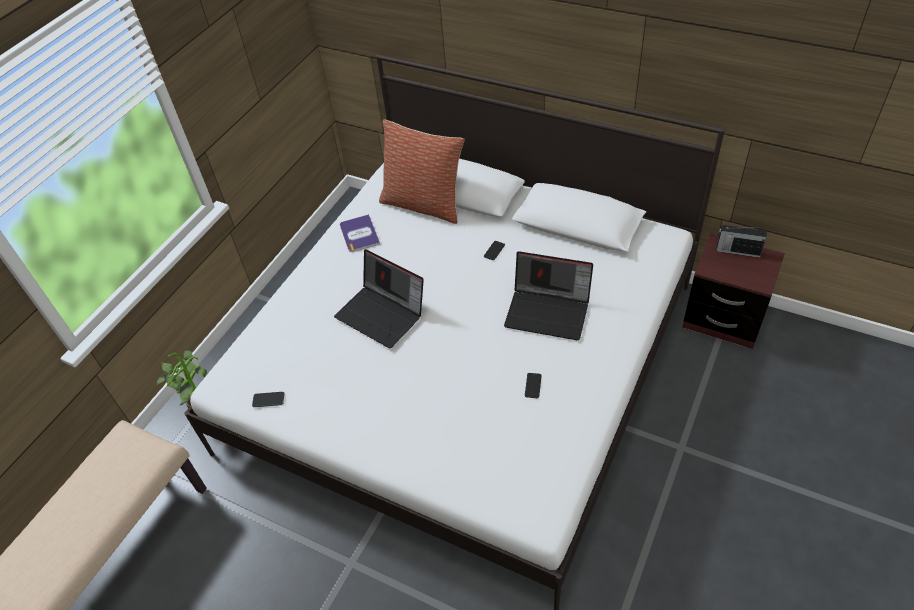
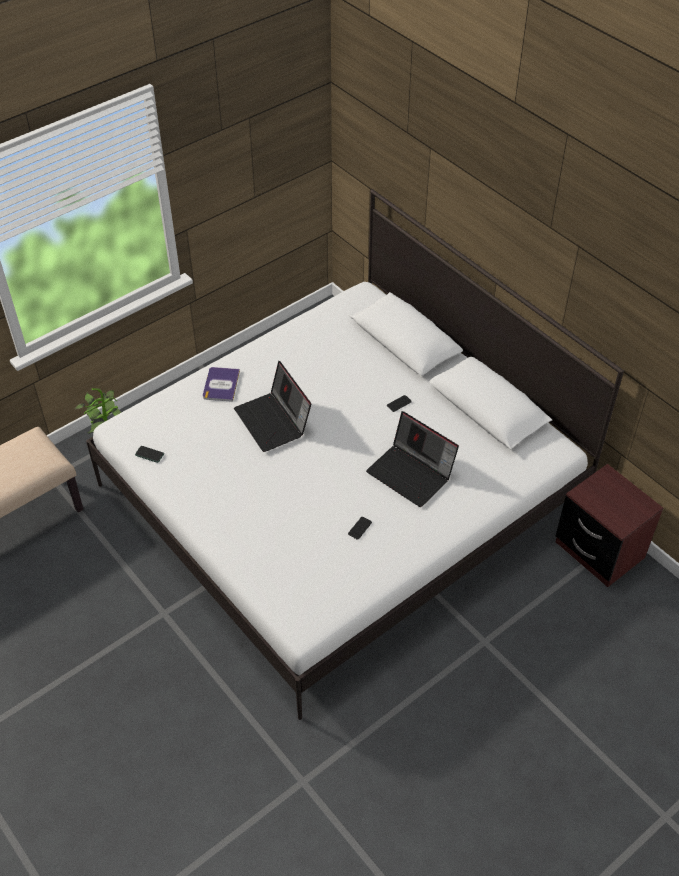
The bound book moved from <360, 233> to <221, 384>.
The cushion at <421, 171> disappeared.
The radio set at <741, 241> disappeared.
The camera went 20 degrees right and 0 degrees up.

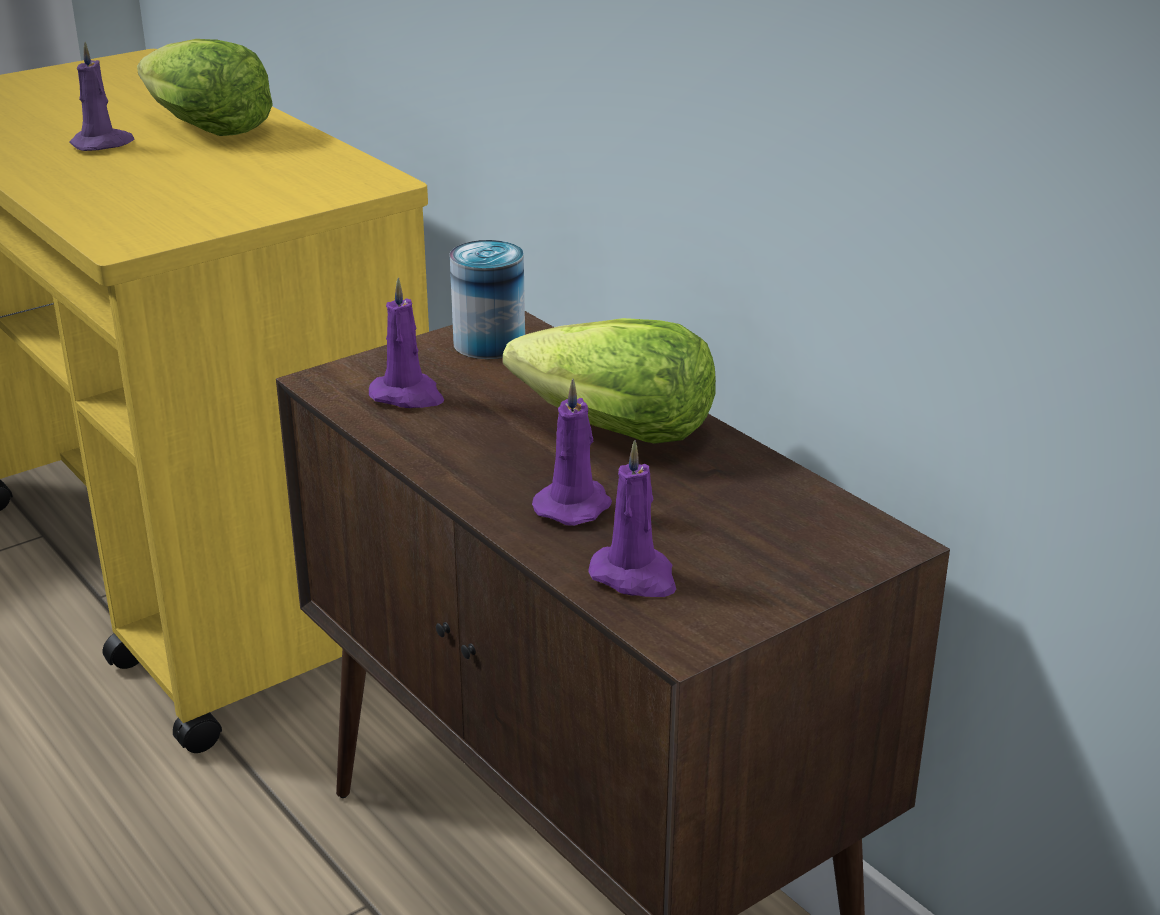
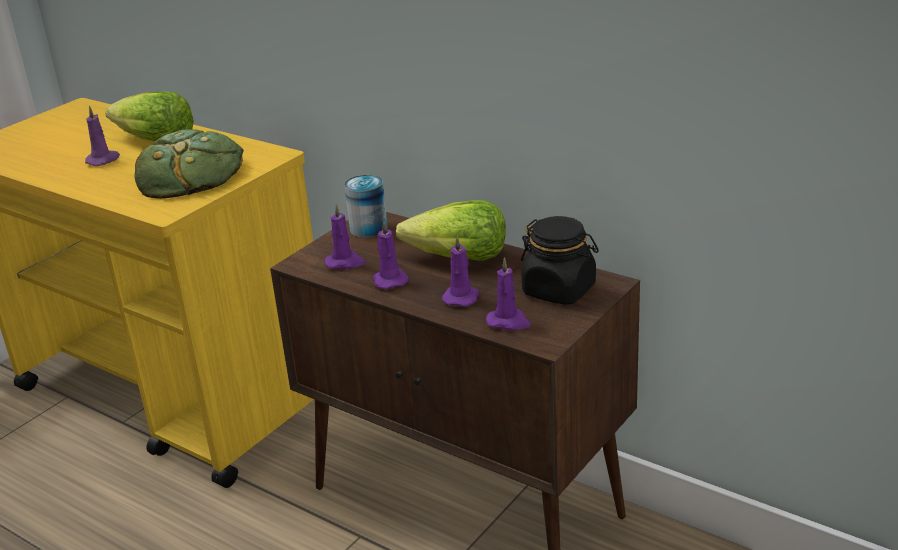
The bakery bread at <189, 164> appeared.
The purplish wax light at <391, 254> appeared.
The black-coloured jar at <560, 260> appeared.
The camera went 15 degrees left and 0 degrees up.

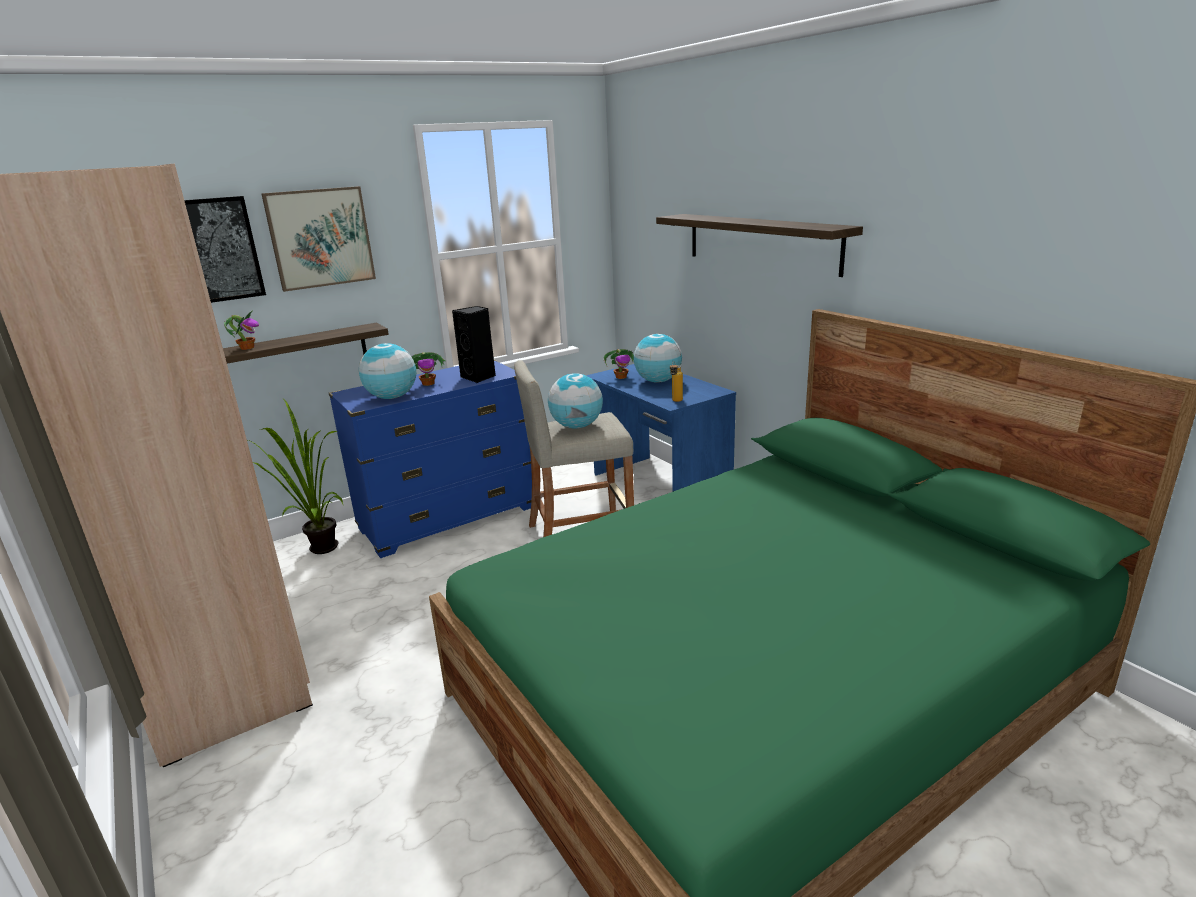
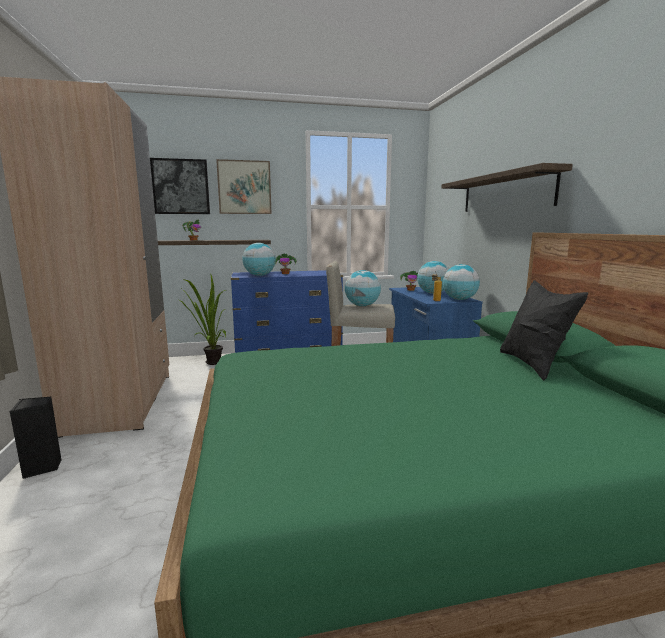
The black-coloured speaker moved from <474, 344> to <36, 438>.
The globe at <461, 282> appeared.
The black-coloured cushion at <544, 330> appeared.
The camera went 20 degrees right and 10 degrees down.

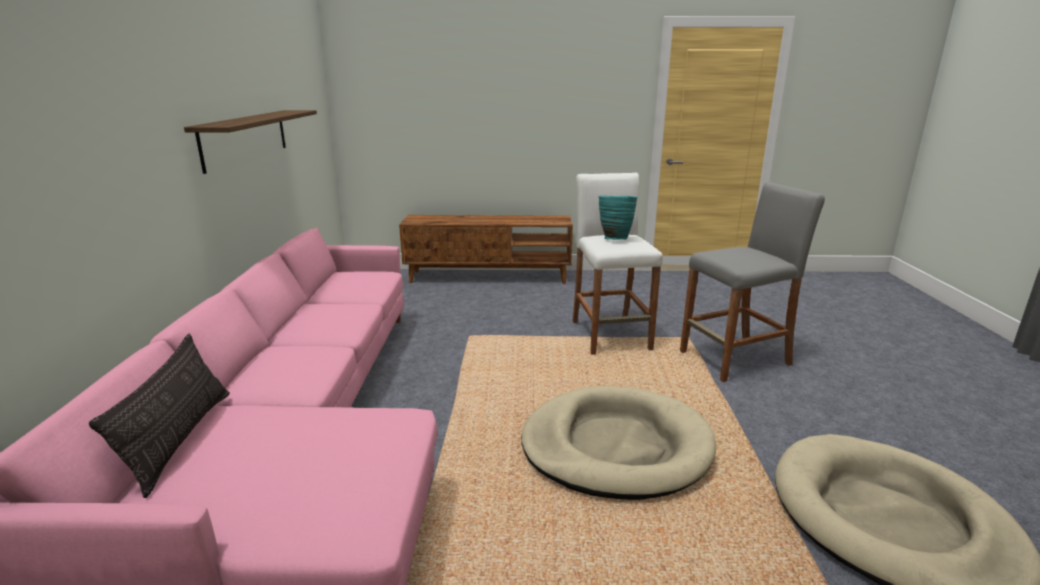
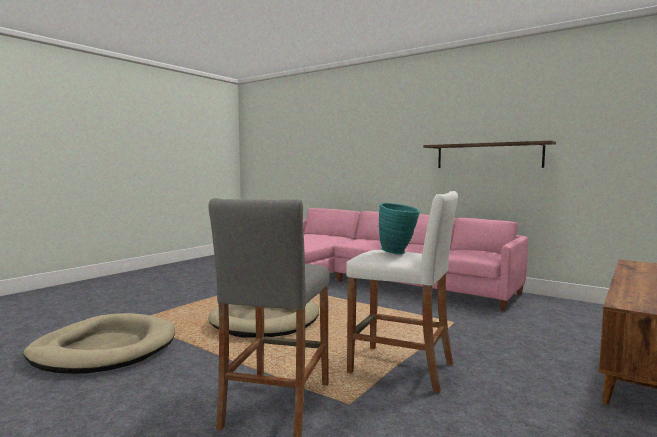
The cushion at <159, 416> disappeared.
The camera went 125 degrees right and 15 degrees down.

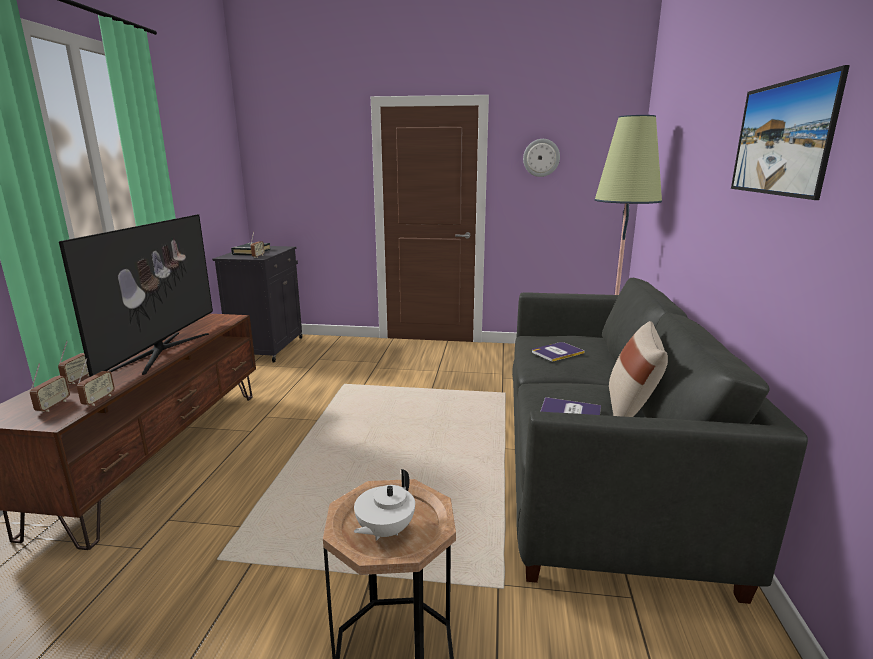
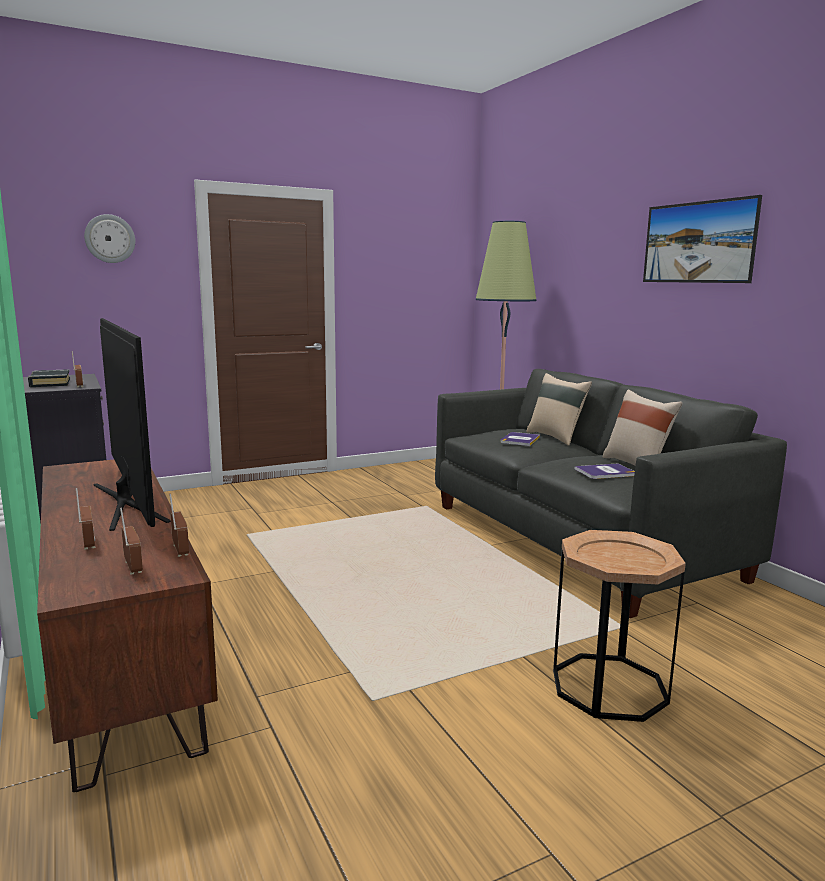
The hanging clock moved from <541, 158> to <109, 238>.
The beige-coloured cushion at <559, 409> appeared.
The white-coloured tea pot at <384, 504> disappeared.
The camera went 35 degrees left and 5 degrees down.

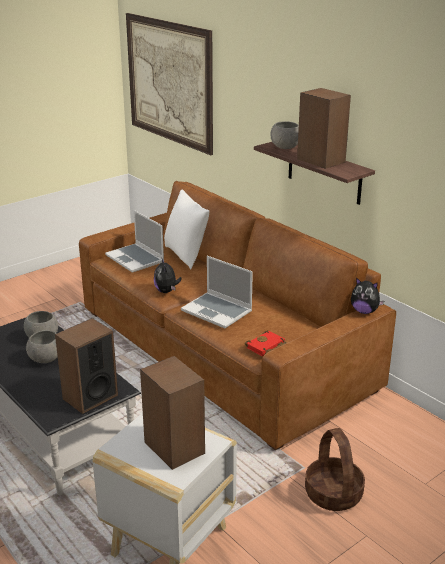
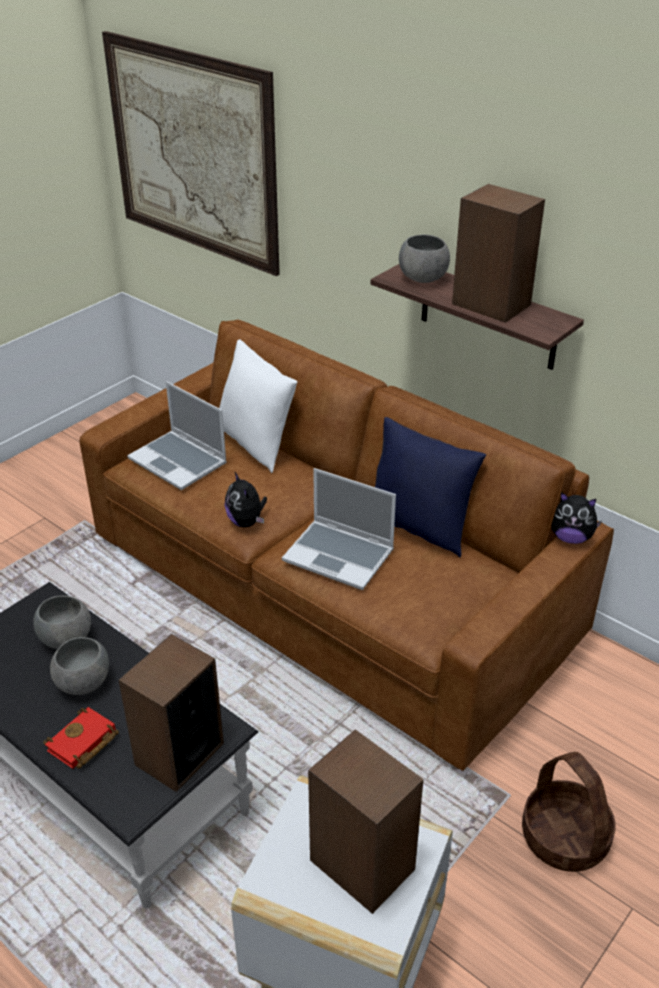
The red bound book moved from <266, 343> to <81, 738>.
The blue cushion at <430, 487> appeared.
The camera went 10 degrees left and 10 degrees up.

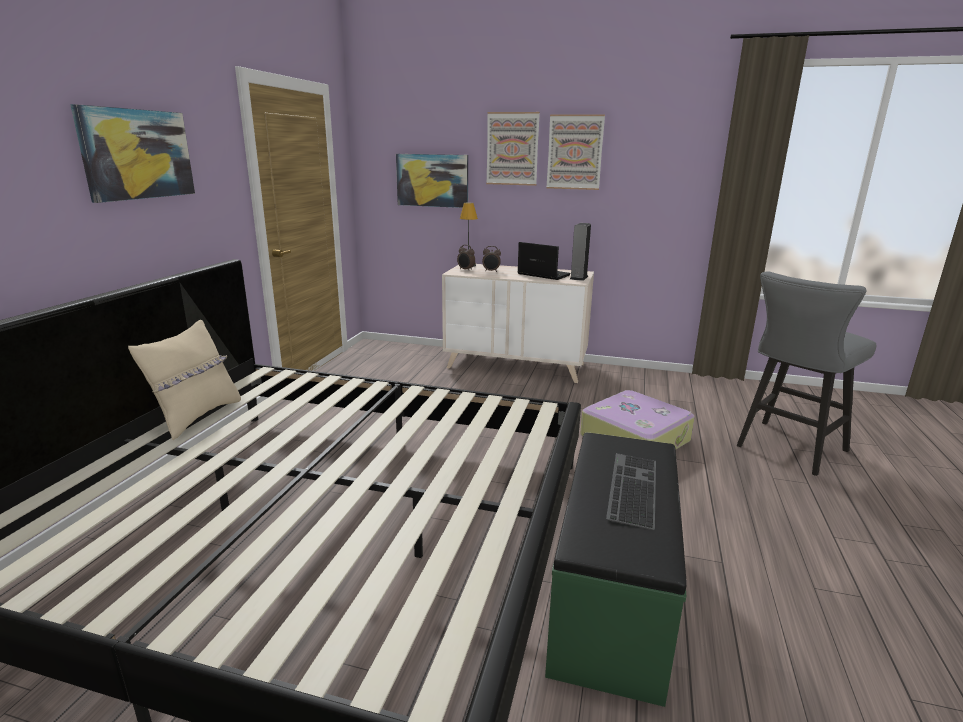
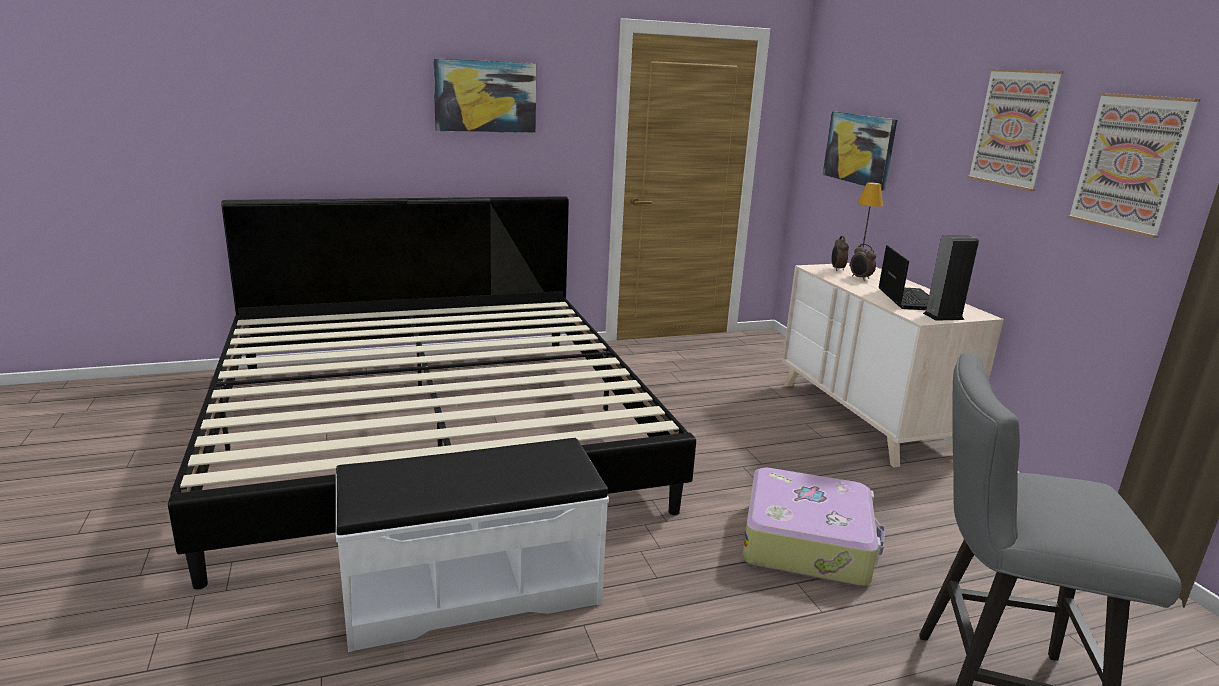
The green-coloured indoor bench at <616, 570> became the white-coloured indoor bench at <472, 545>.
The picture moved from <513, 149> to <1134, 165>.
The beige-coloured cushion at <184, 380> disappeared.
The PC keyboard at <631, 491> disappeared.
The camera went 55 degrees right and 0 degrees up.

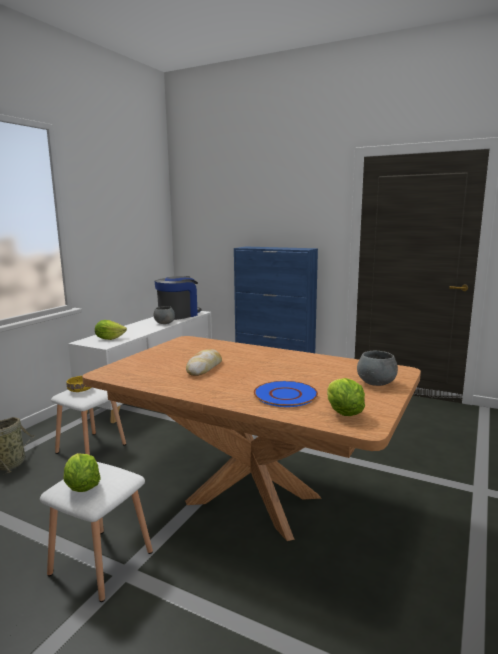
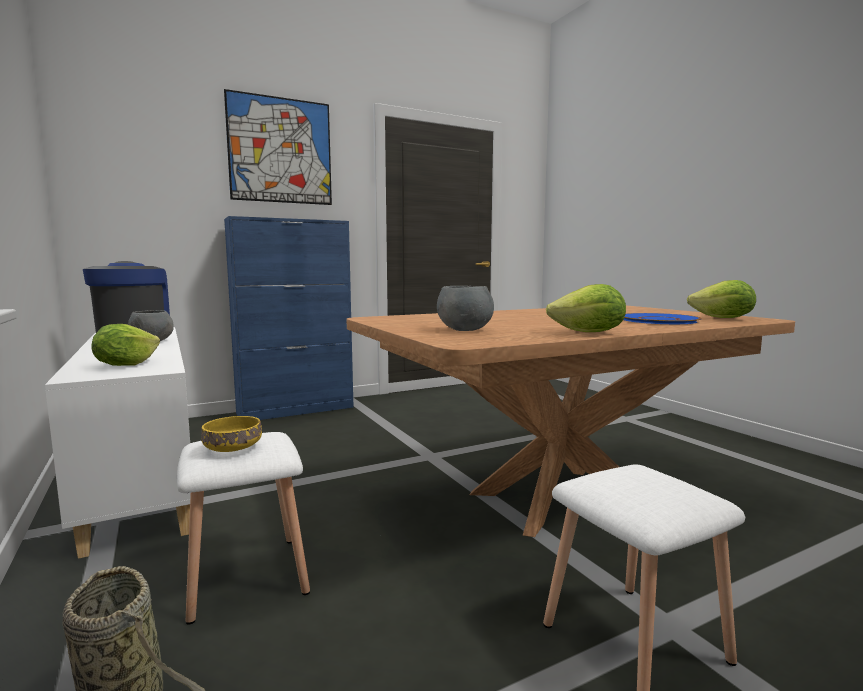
The picture at <278, 147> appeared.
The greyish bowl moved from <377, 368> to <465, 308>.
The head of lettuce moved from <82, 472> to <586, 308>.
The bakery bread at <204, 362> disappeared.
The camera went 55 degrees left and 5 degrees down.

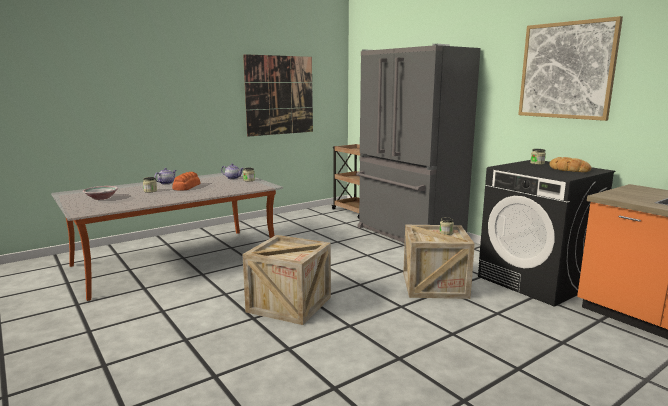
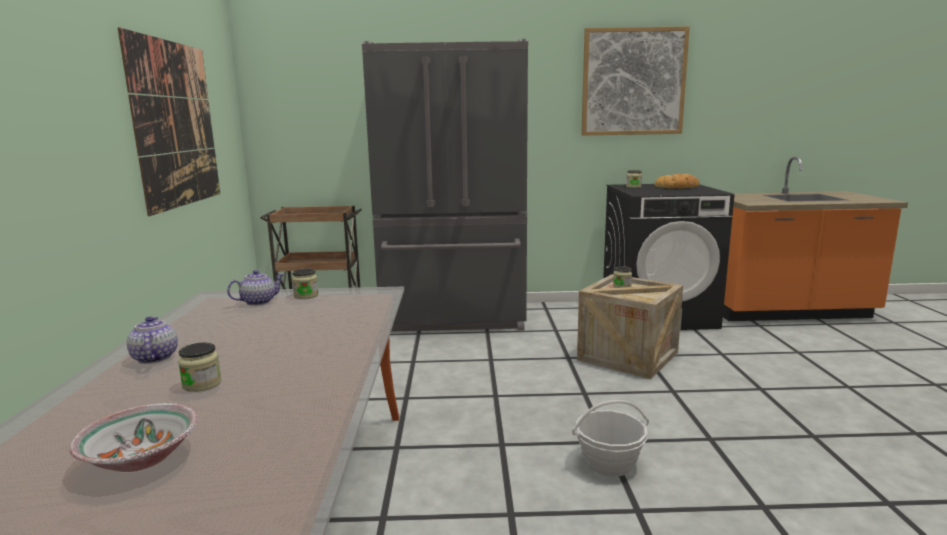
The crate at <286, 280> was replaced by the household basket at <610, 438>.
The bakery bread at <186, 181> disappeared.
The camera went 55 degrees left and 0 degrees up.

